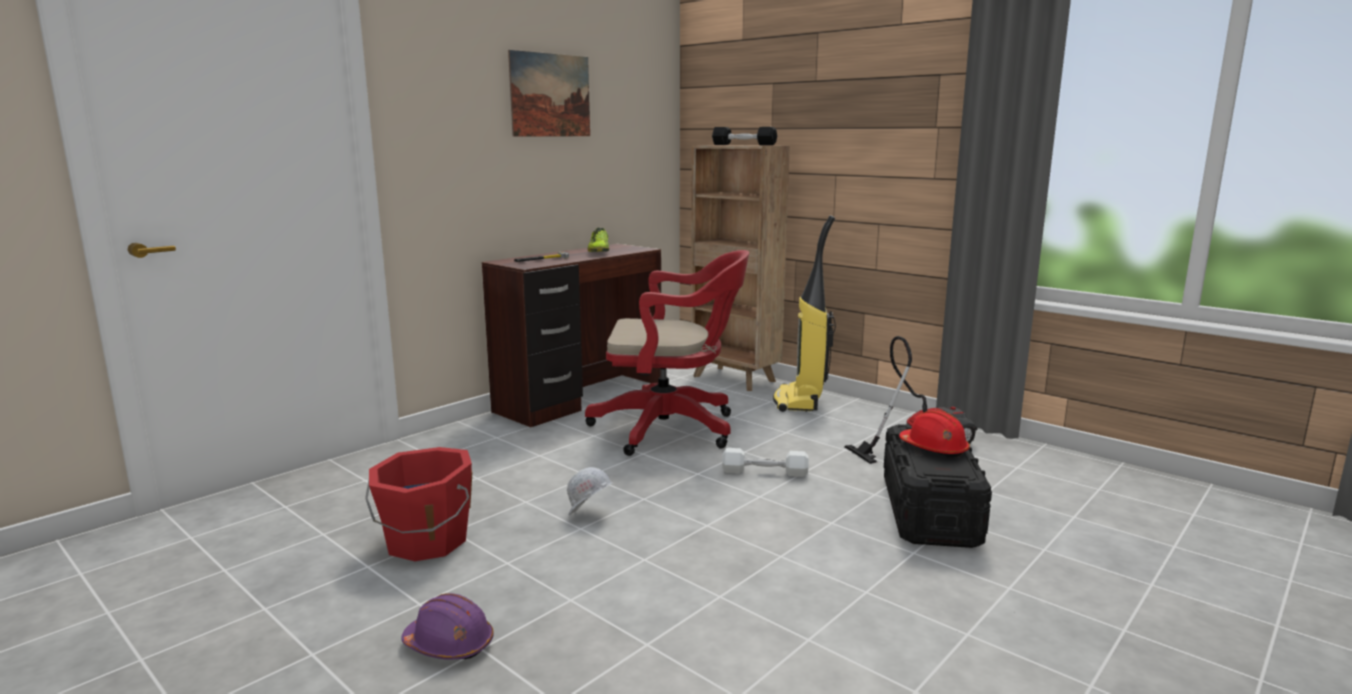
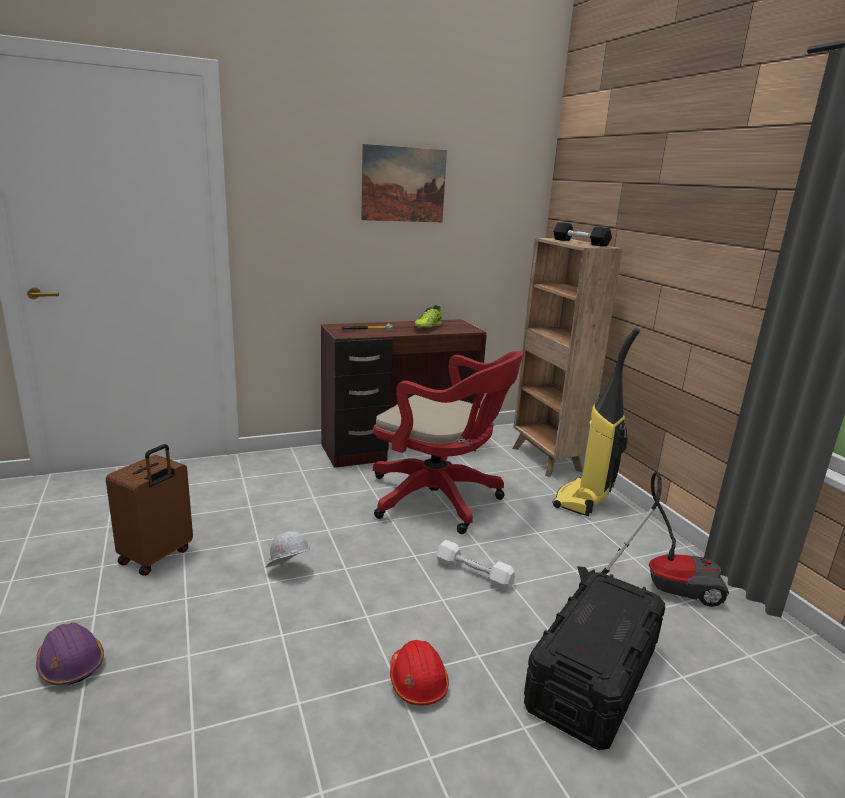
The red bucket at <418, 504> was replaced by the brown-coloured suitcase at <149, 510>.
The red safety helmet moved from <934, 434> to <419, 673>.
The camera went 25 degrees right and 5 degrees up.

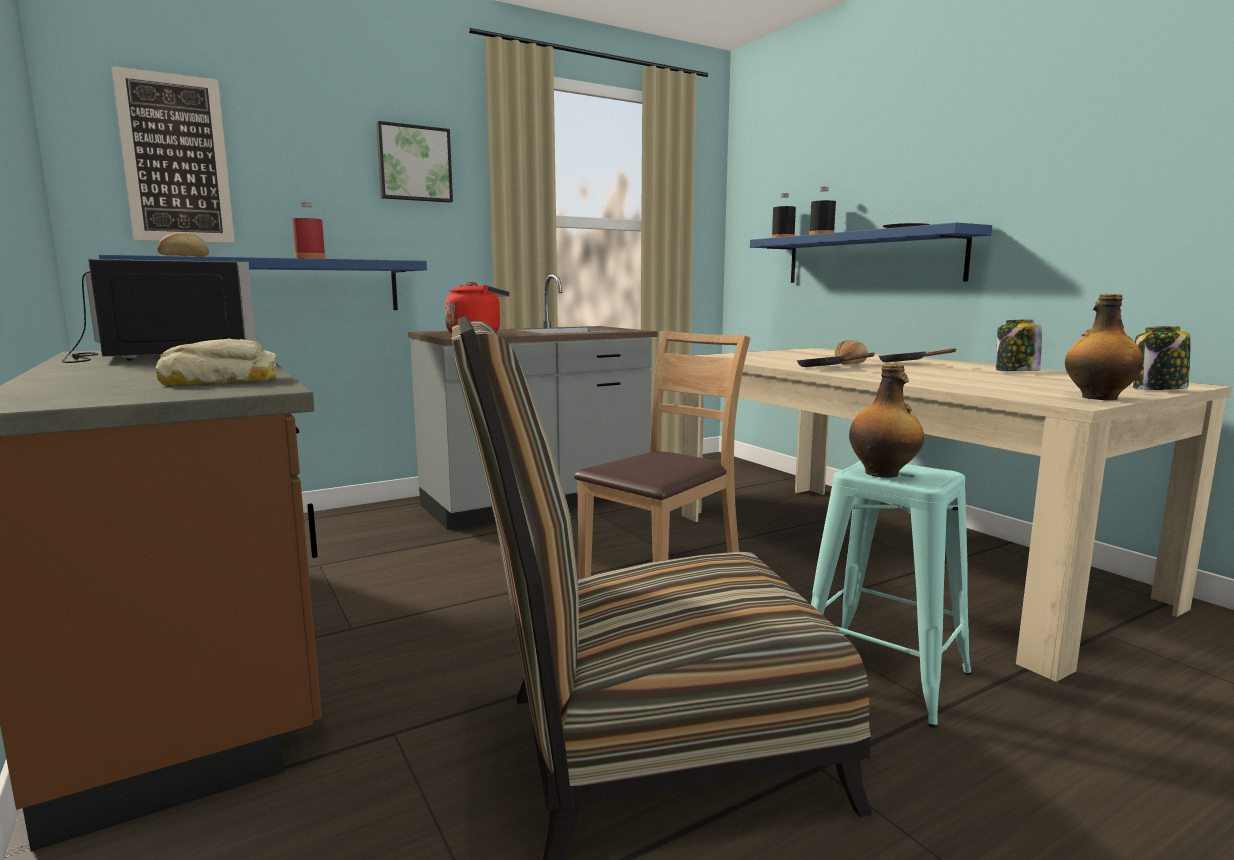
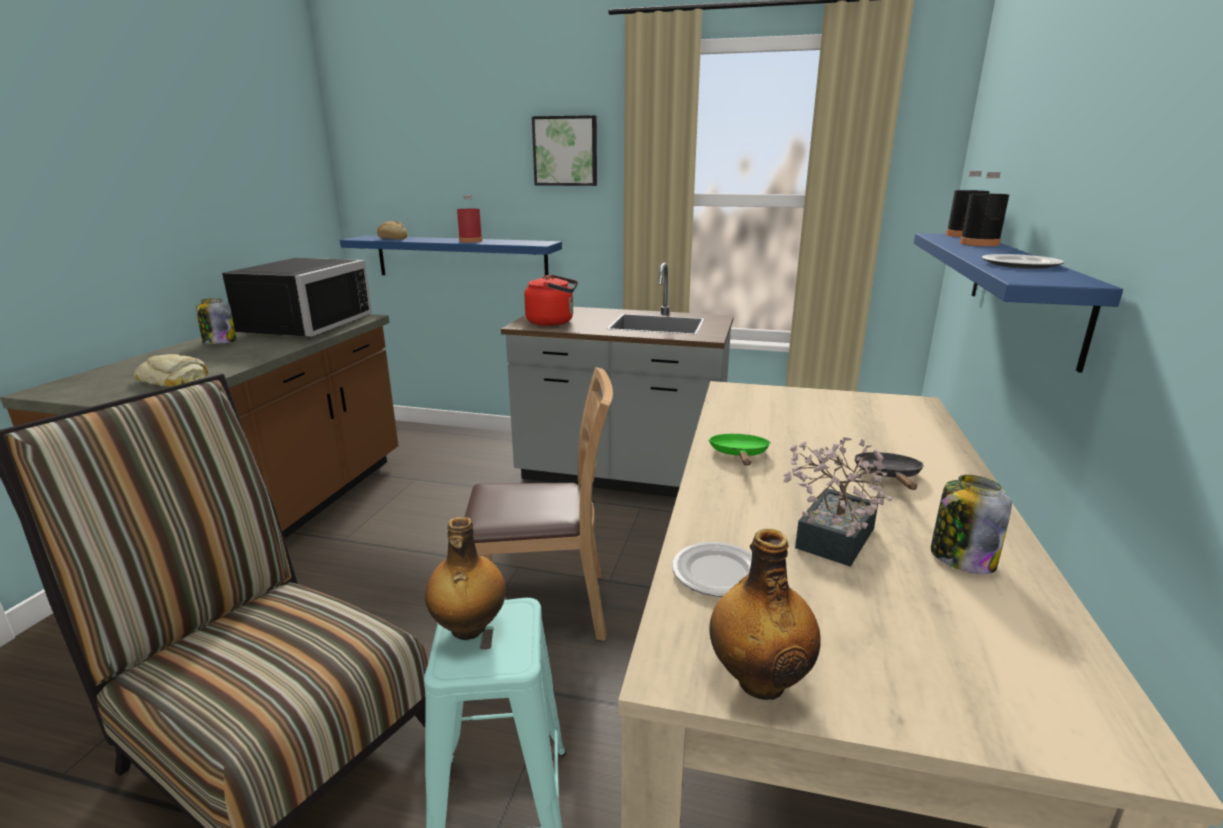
The jar moved from <1162, 358> to <216, 321>.
The plate at <712, 569> appeared.
The black-coloured skillet at <836, 360> became the green-coloured skillet at <740, 450>.
The houseplant at <838, 502> appeared.
The picture at <173, 154> disappeared.
The bakery bread at <851, 352> disappeared.
The camera went 45 degrees right and 10 degrees up.

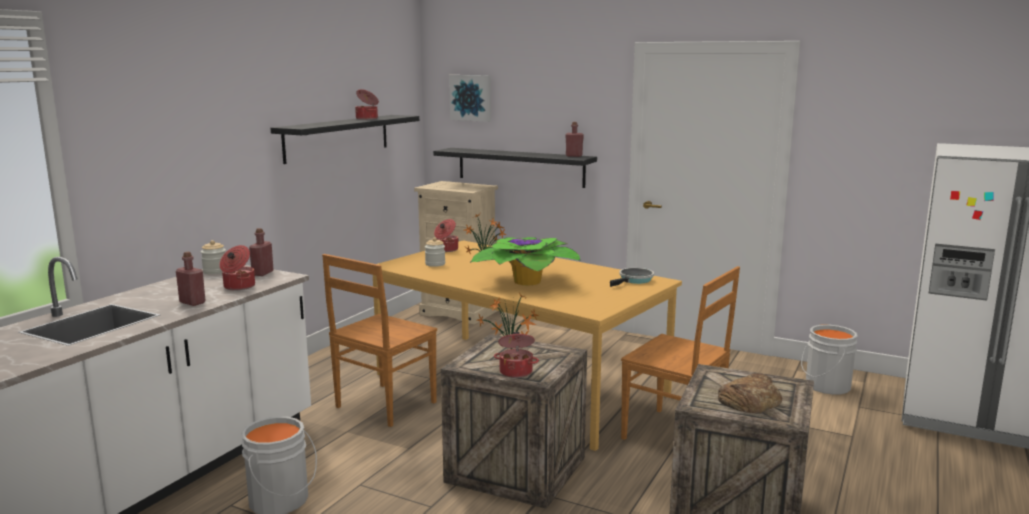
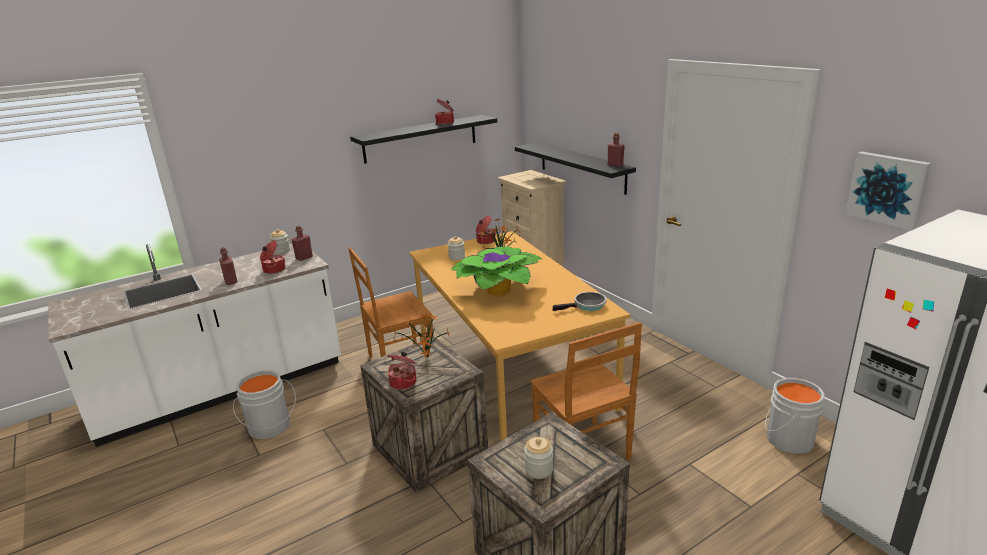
The bakery bread at <750, 393> was replaced by the jar at <538, 458>.
The picture moved from <470, 98> to <889, 191>.
The camera went 30 degrees right and 10 degrees up.

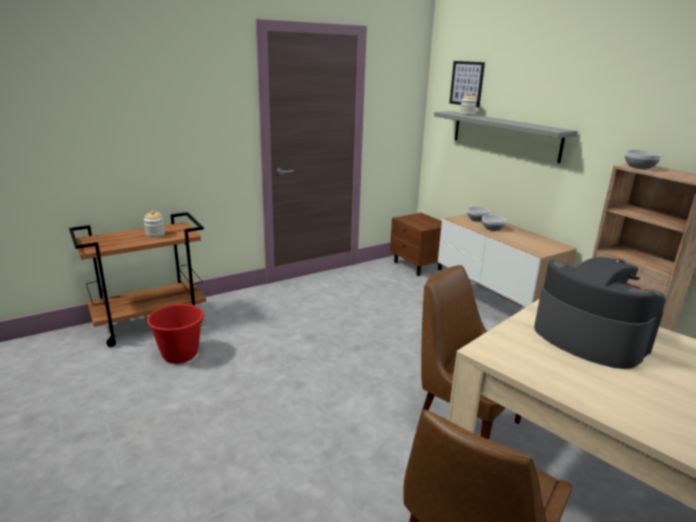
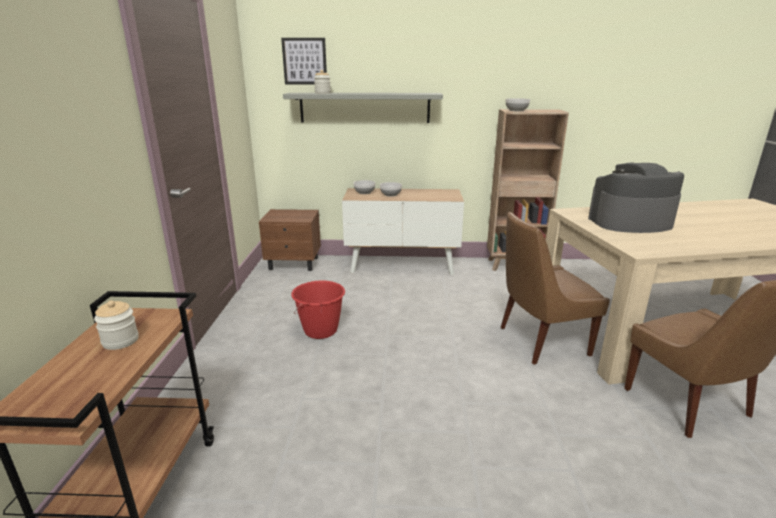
The red bucket moved from <176, 334> to <318, 310>.
The camera went 55 degrees left and 0 degrees up.

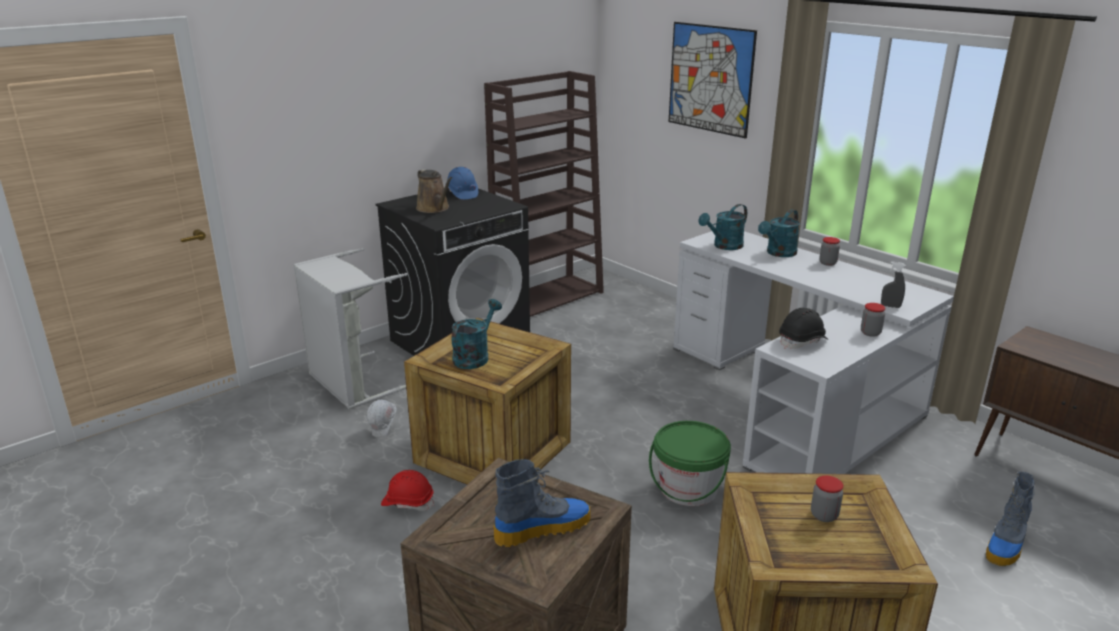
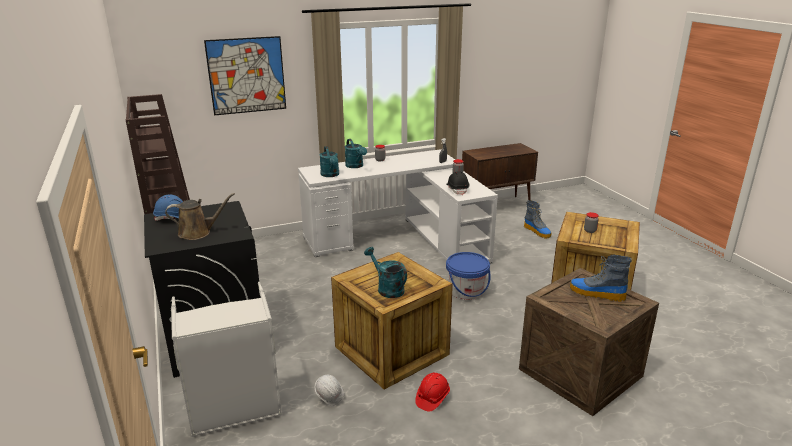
The green-coloured bucket at <690, 463> became the blue bucket at <468, 276>.
The boot at <542, 503> turned 60 degrees counterclockwise.
The camera went 70 degrees left and 0 degrees up.

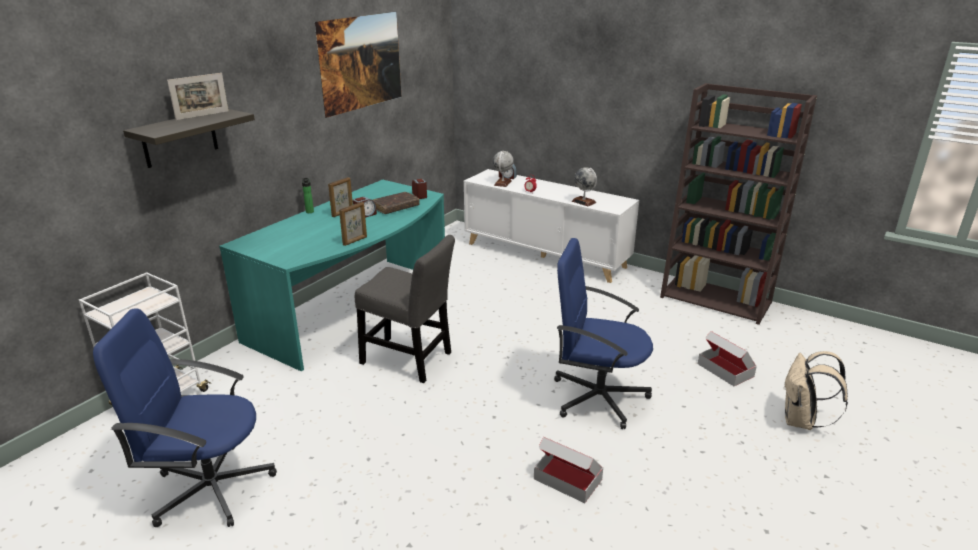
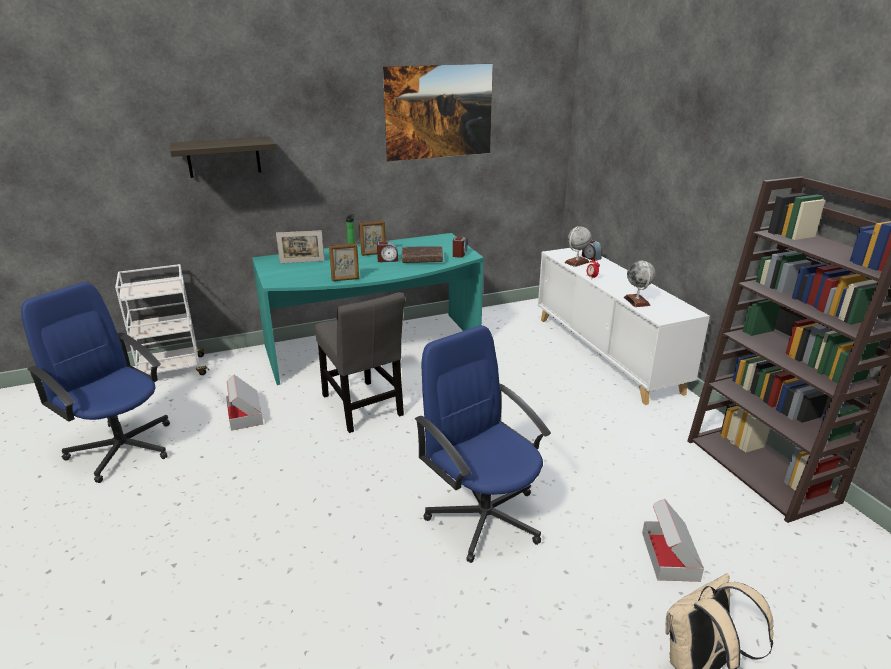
The carton moved from <568, 470> to <244, 403>.
The photo frame moved from <198, 96> to <300, 246>.
The camera went 35 degrees right and 0 degrees up.

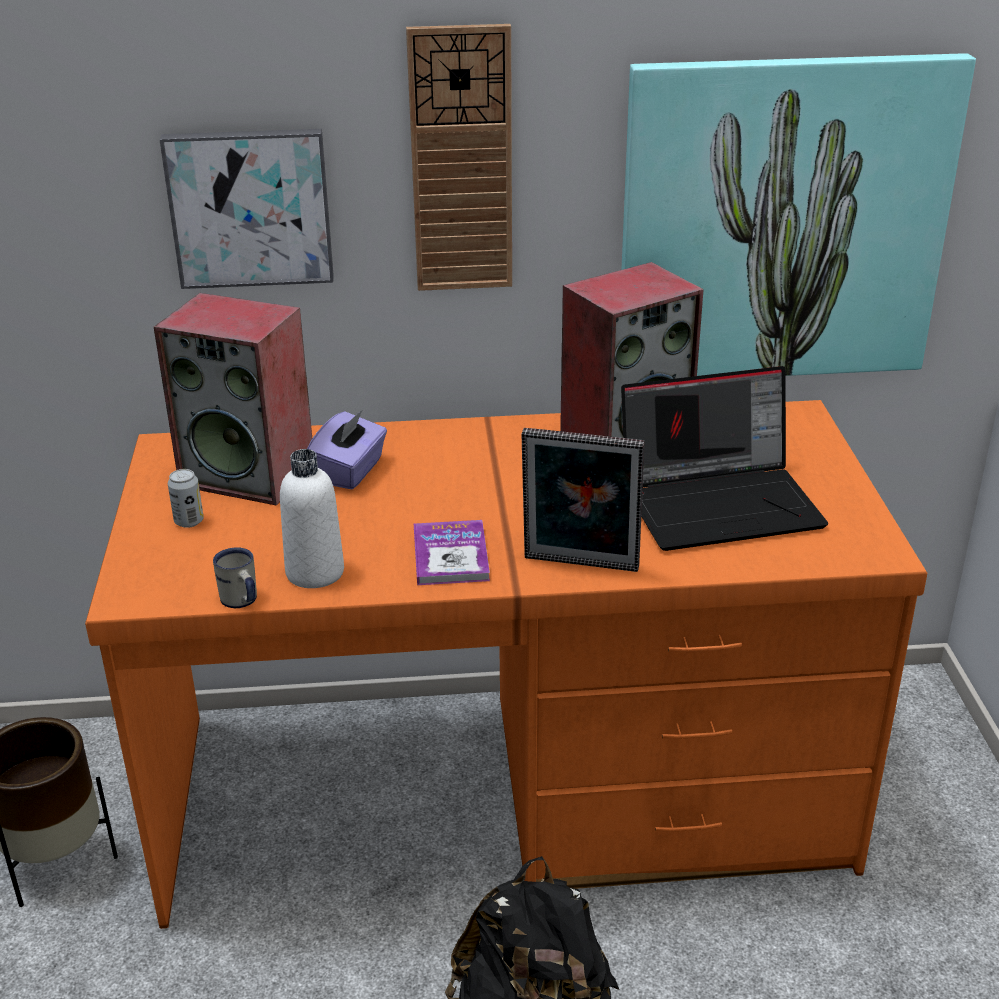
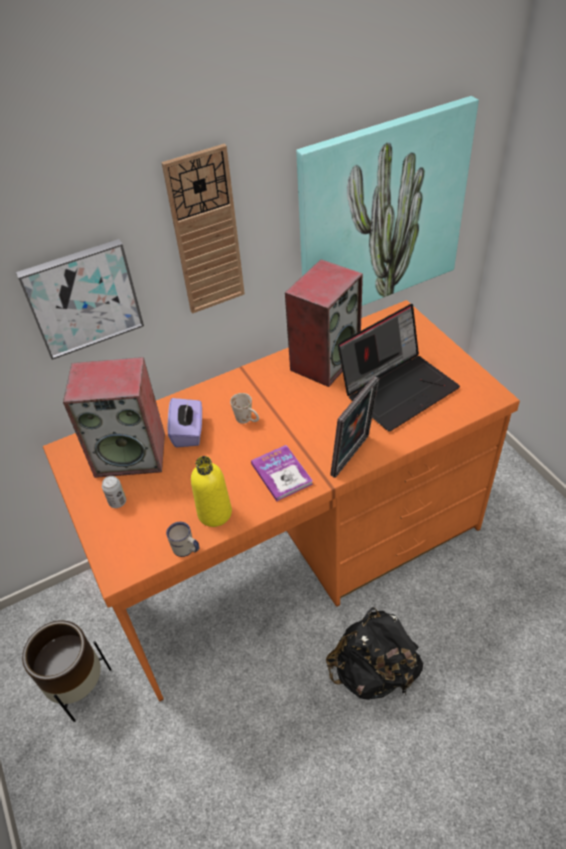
The white-coloured drink bottle at <312, 518> became the yellowish drink bottle at <211, 491>.
The white-coloured tea mug at <244, 408> appeared.
The photo frame at <583, 500> turned 45 degrees counterclockwise.
The camera went 20 degrees left and 15 degrees up.

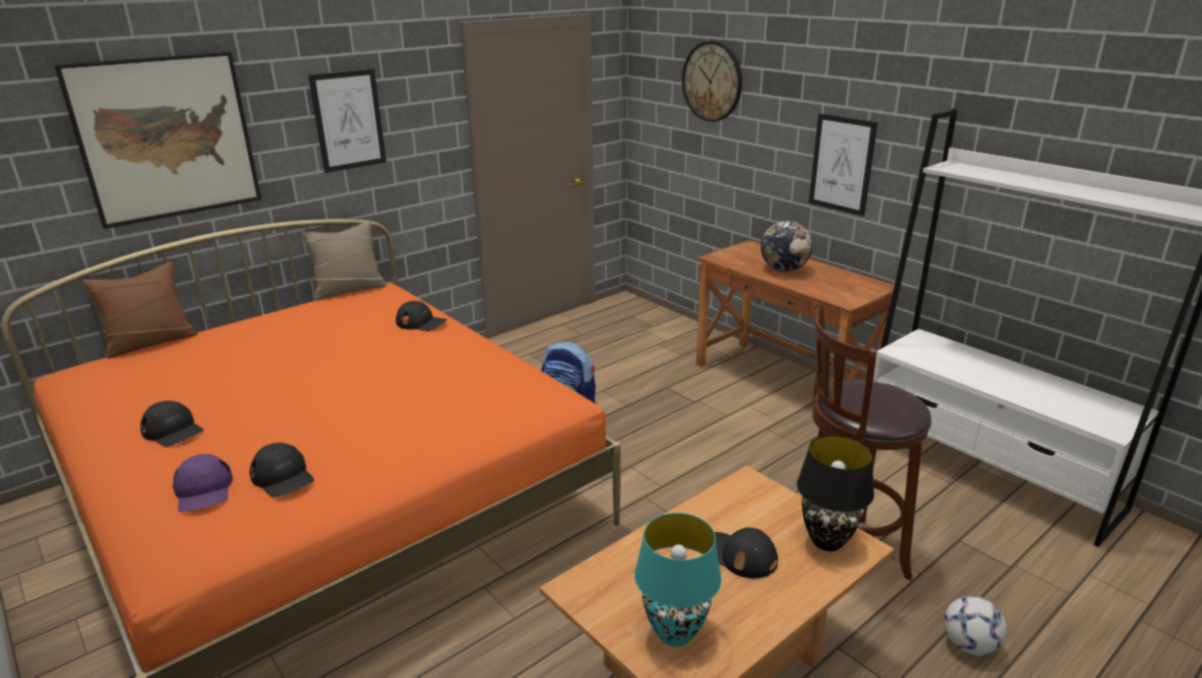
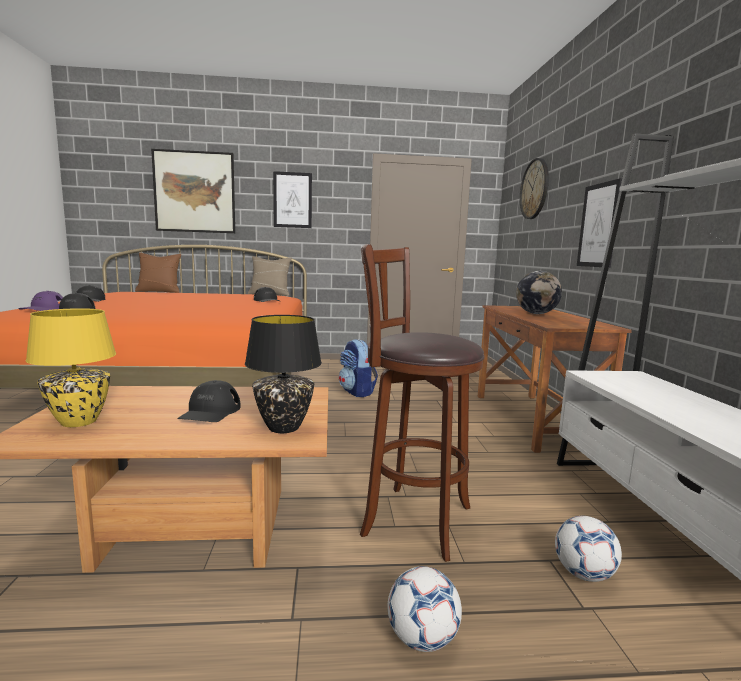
The turquoise lamp for a table at <678, 580> became the yellowish lamp for a table at <71, 367>.
The black-coloured peaked cap at <746, 552> turned 150 degrees counterclockwise.
The football at <588, 549> appeared.
The camera went 35 degrees right and 15 degrees down.

